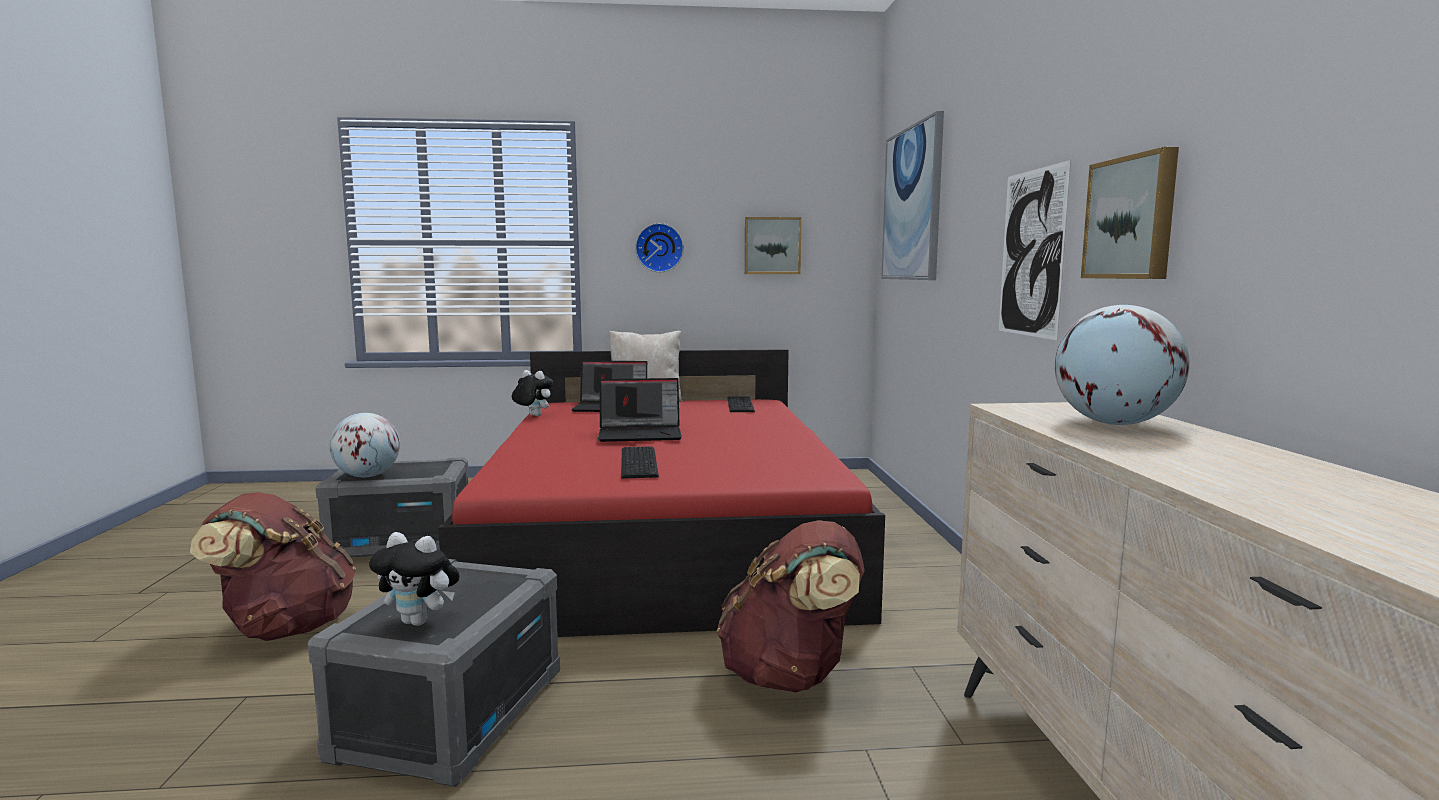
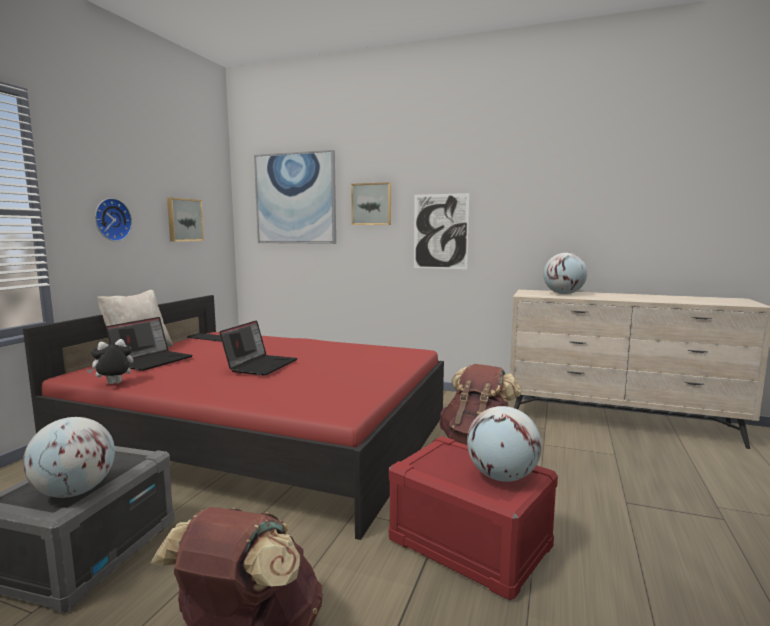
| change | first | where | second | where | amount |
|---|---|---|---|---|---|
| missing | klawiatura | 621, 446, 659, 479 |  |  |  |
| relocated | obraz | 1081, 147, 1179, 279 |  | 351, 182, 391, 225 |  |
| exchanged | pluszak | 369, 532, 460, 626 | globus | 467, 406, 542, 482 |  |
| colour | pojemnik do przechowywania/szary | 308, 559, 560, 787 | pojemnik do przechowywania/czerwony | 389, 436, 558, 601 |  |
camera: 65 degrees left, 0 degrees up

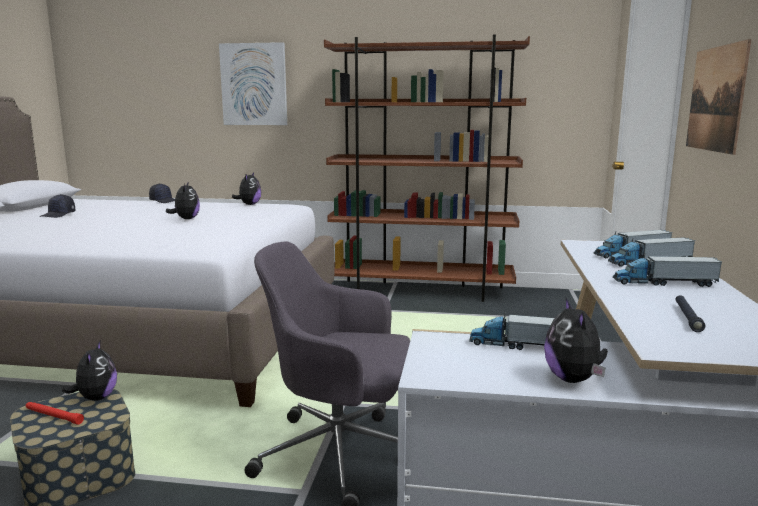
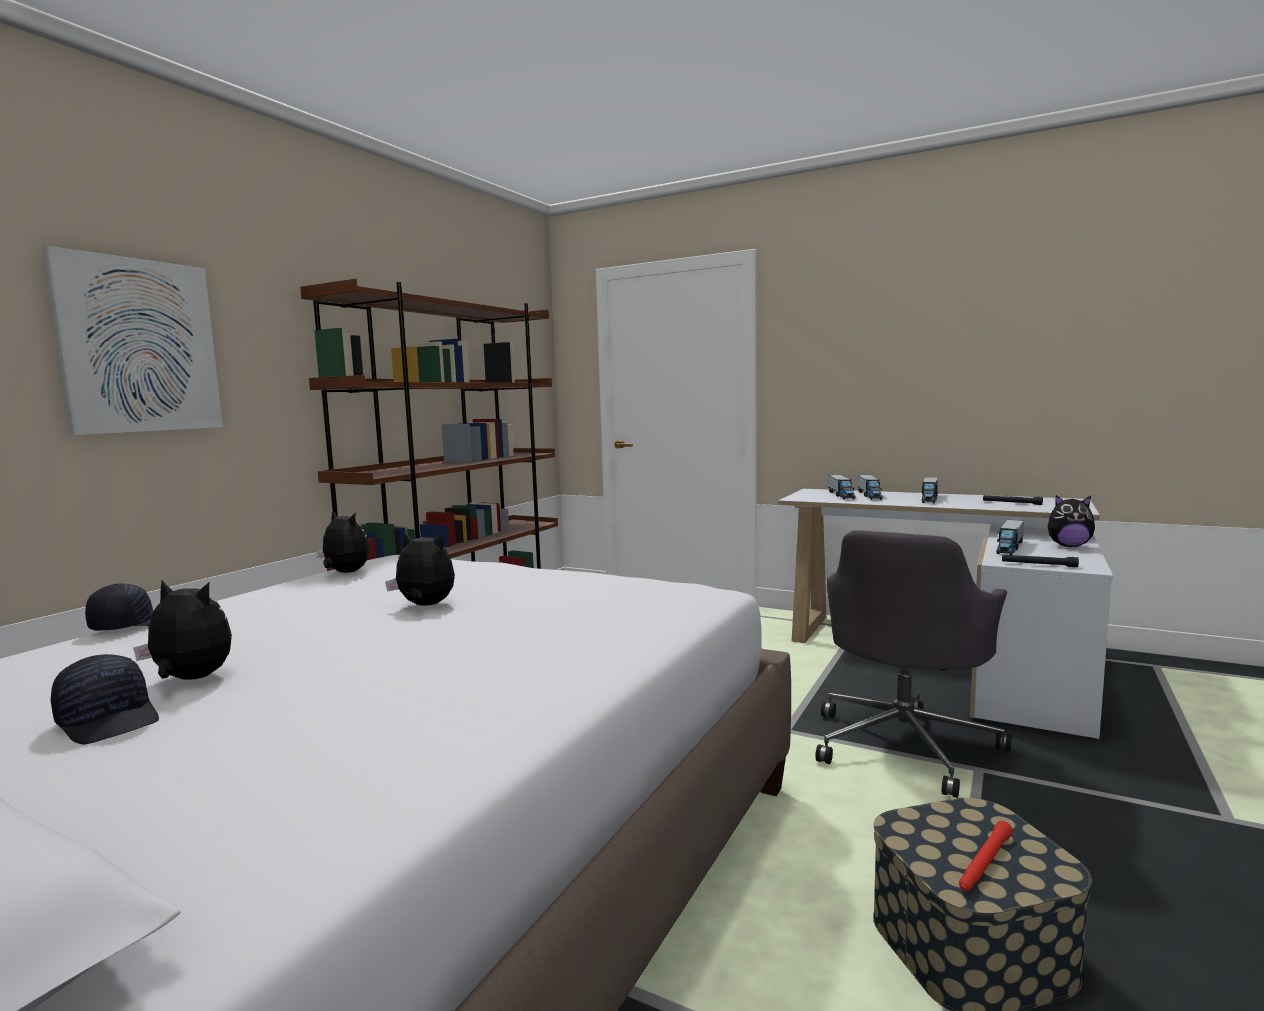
| change | first | where | second | where | amount |
|---|---|---|---|---|---|
| missing | obraz | 686, 39, 751, 155 |  |  |  |
| appeared |  |  | latarka/czarny | 1002, 555, 1079, 567 |  |
| relocated | pluszak | 62, 341, 117, 401 |  | 133, 580, 232, 680 |  |
camera: 70 degrees left, 5 degrees down

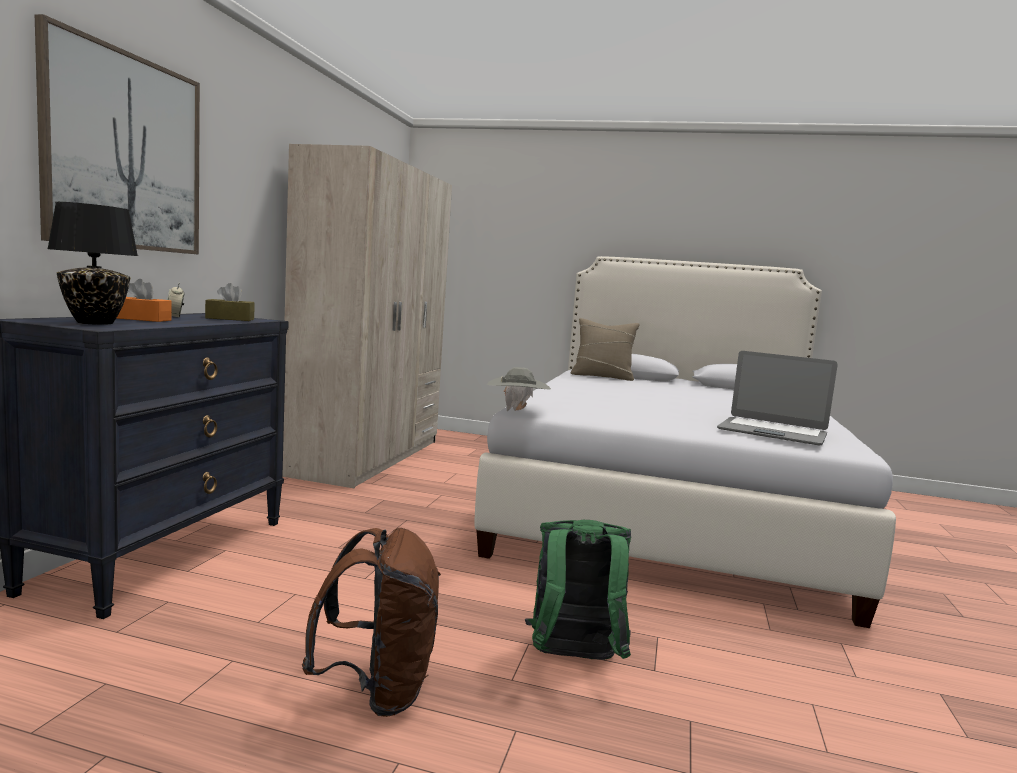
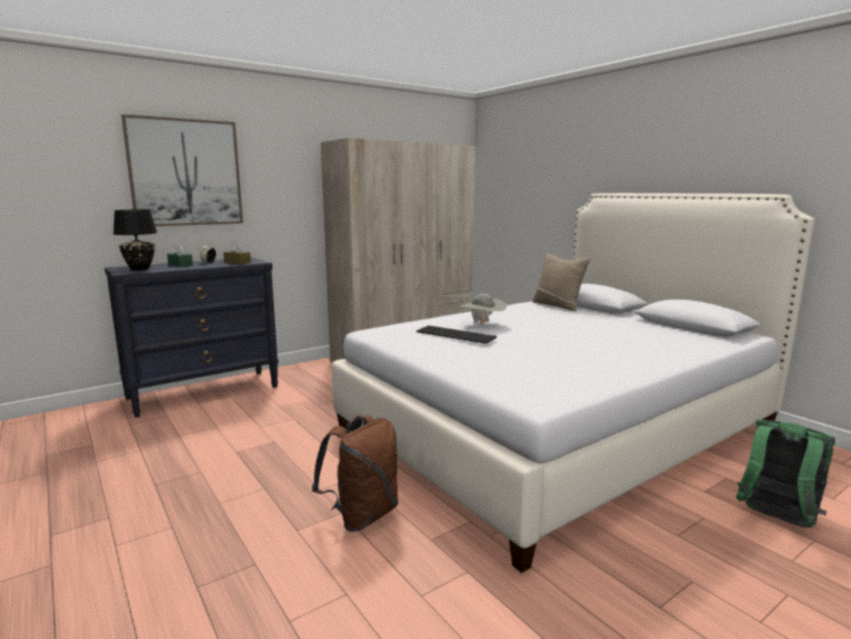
| change | first | where | second | where | amount |
|---|---|---|---|---|---|
| missing | laptop | 717, 351, 838, 445 |  |  |  |
| appeared |  |  | klawiatura | 416, 325, 497, 344 |  |
| relocated | plecak/brązowy | 302, 528, 441, 717 |  | 312, 415, 398, 532 |  |
| relocated | kapelusz/szary | 487, 367, 551, 412 |  | 460, 294, 507, 324 |  |
| relocated | plecak/zielony | 525, 520, 631, 660 |  | 736, 420, 835, 528 |  |
| colour | pudełko chusteczek/pomarańczowy | 116, 279, 171, 322 | pudełko chusteczek/zielony | 167, 243, 193, 267 |  |
camera: 40 degrees right, 5 degrees up

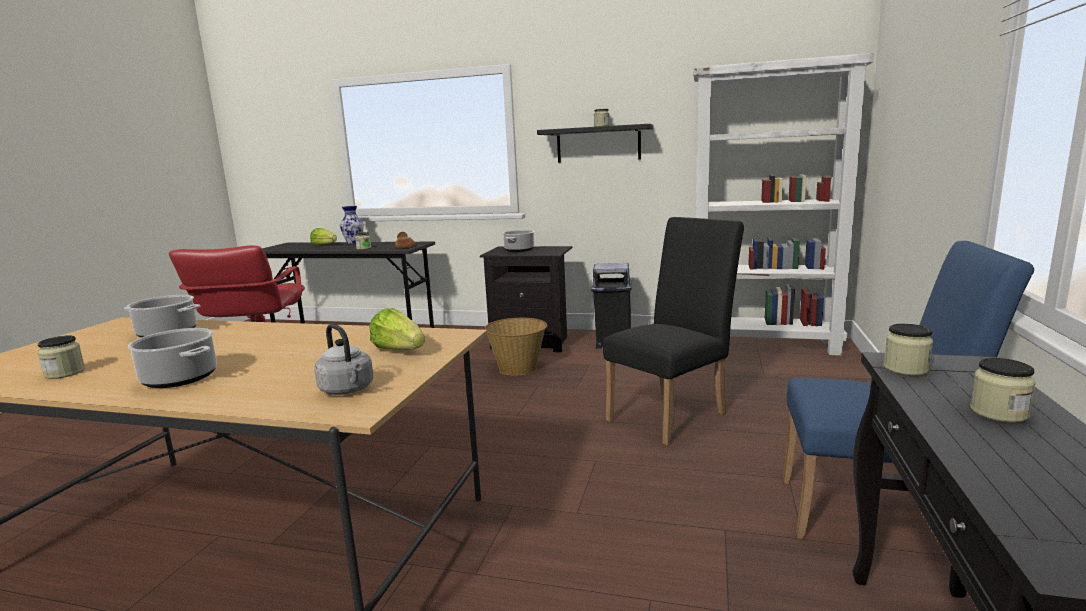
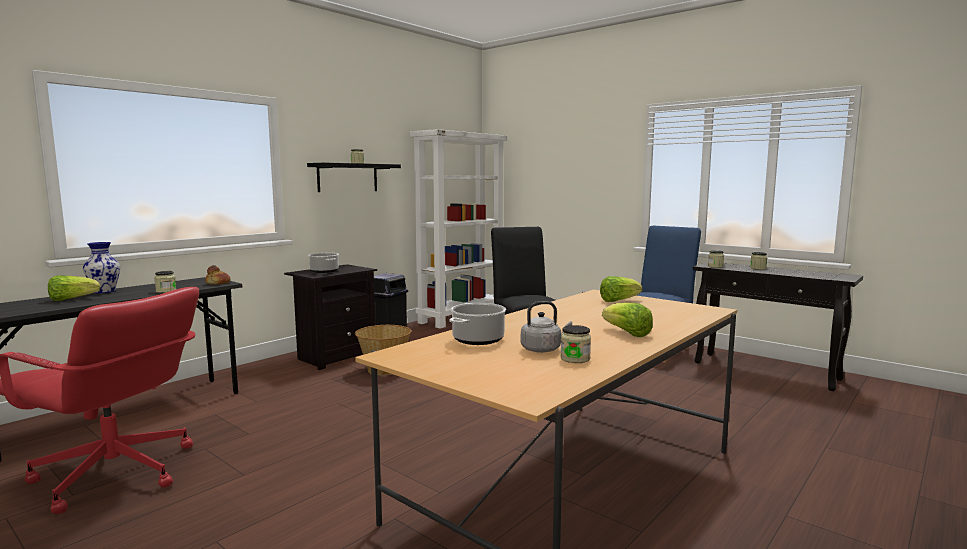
| change | first | where | second | where | amount |
|---|---|---|---|---|---|
| relocated | czajnik/szary | 314, 324, 373, 395 |  | 521, 301, 572, 353 |  |
| exchanged | garnek | 128, 328, 217, 388 | sałata | 602, 303, 653, 337 |  |
camera: 65 degrees left, 5 degrees down

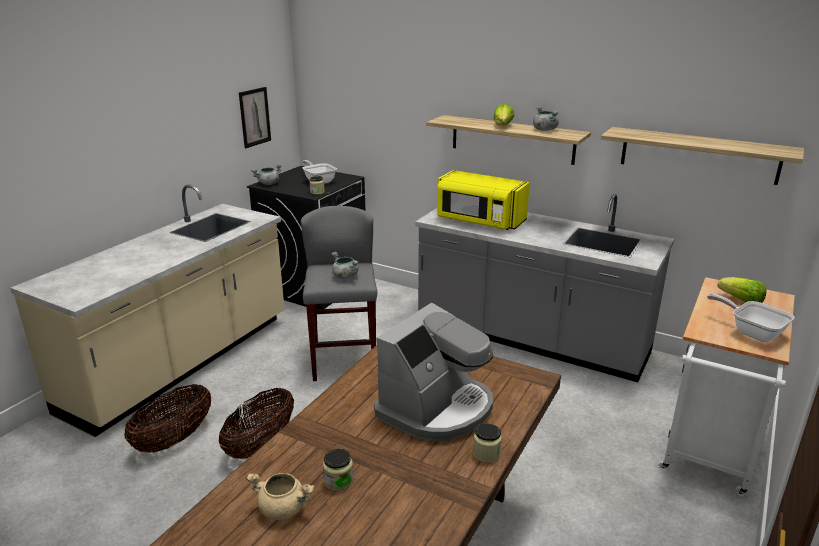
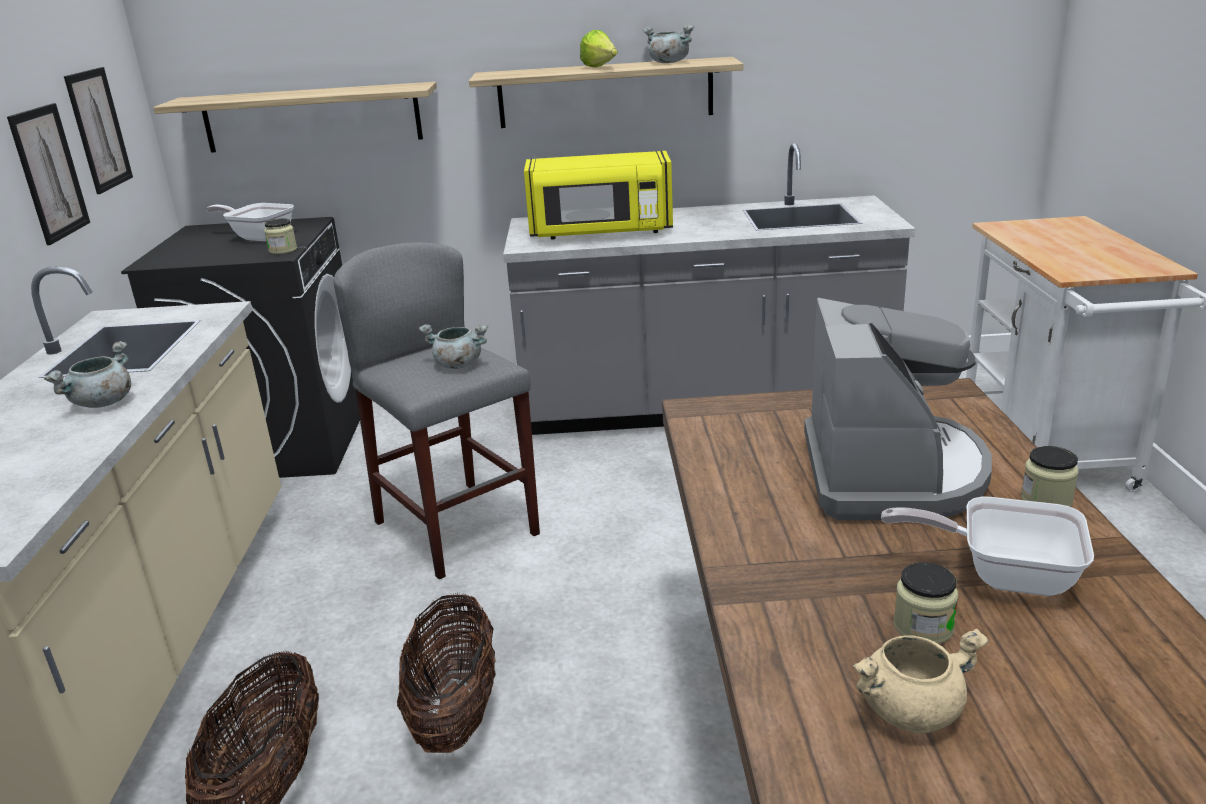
| change | first | where | second | where | amount |
|---|---|---|---|---|---|
| missing | sałata | 717, 277, 767, 303 |  |  |  |
| appeared |  |  | obraz | 7, 103, 90, 245 |  |
| relocated | garnek/szary | 251, 164, 282, 185 |  | 44, 341, 131, 408 |  |
| relocated | półka | 601, 127, 804, 185 |  | 153, 82, 437, 153 |  |
| relocated | patelnia | 707, 294, 795, 342 |  | 881, 496, 1094, 596 |  |
camera: 30 degrees left, 0 degrees up

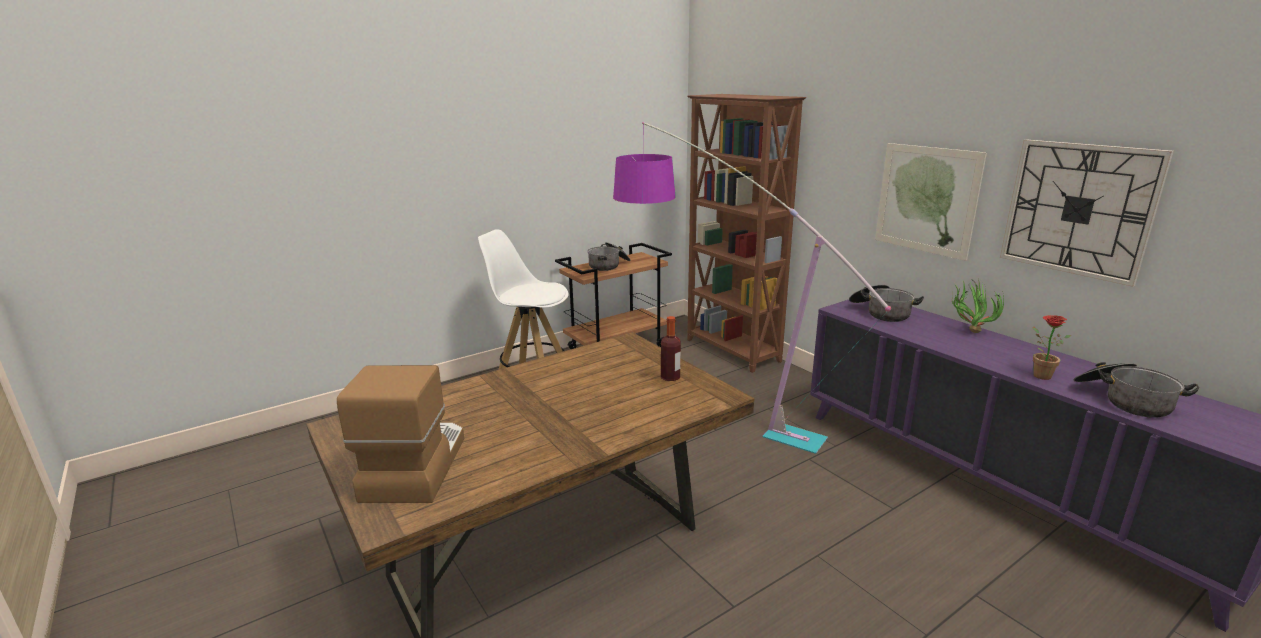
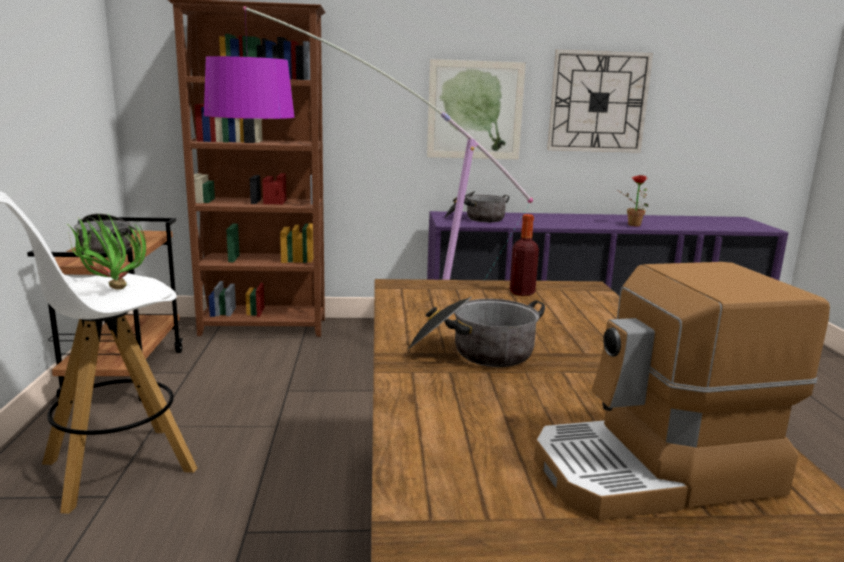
| change | first | where | second | where | amount |
|---|---|---|---|---|---|
| relocated | roślina doniczkowa | 952, 278, 1004, 333 |  | 67, 212, 146, 290 |  |
| relocated | garnek | 1073, 362, 1199, 418 |  | 408, 297, 545, 367 |  |
| spun | ekspres do kawy | 337, 365, 464, 503 |  | 534, 262, 830, 520 | 45 degrees counterclockwise |
camera: 60 degrees left, 5 degrees down

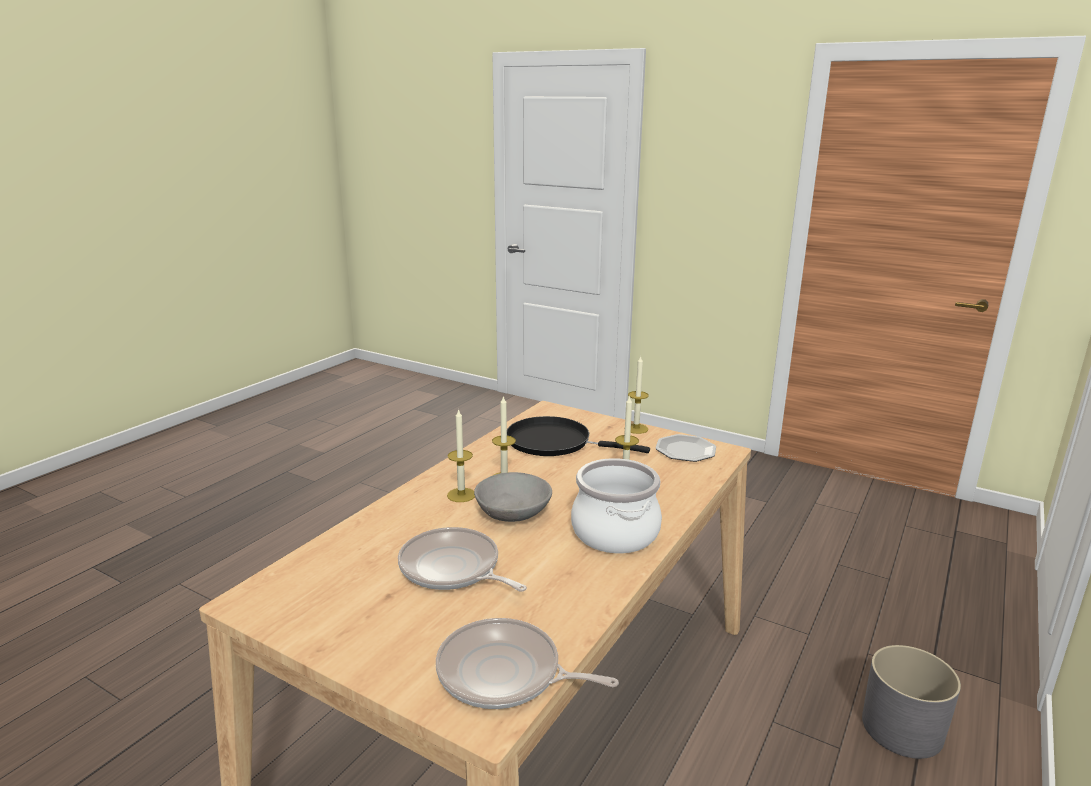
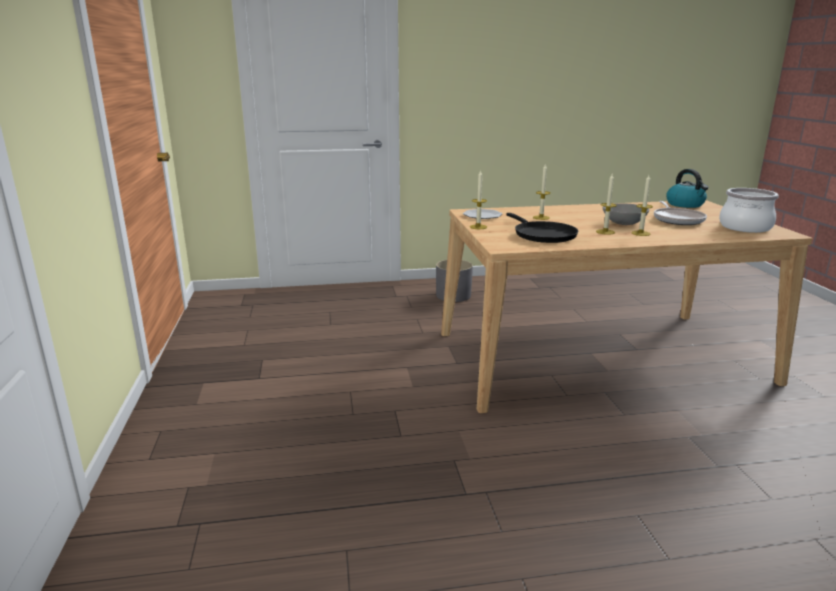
| change | first | where | second | where | amount |
|---|---|---|---|---|---|
| relocated | garnek | 571, 458, 662, 553 |  | 719, 188, 779, 233 |  |
| exchanged | patelnia | 436, 618, 619, 709 | czajnik | 666, 169, 708, 208 |  |
camera: 130 degrees left, 0 degrees up

